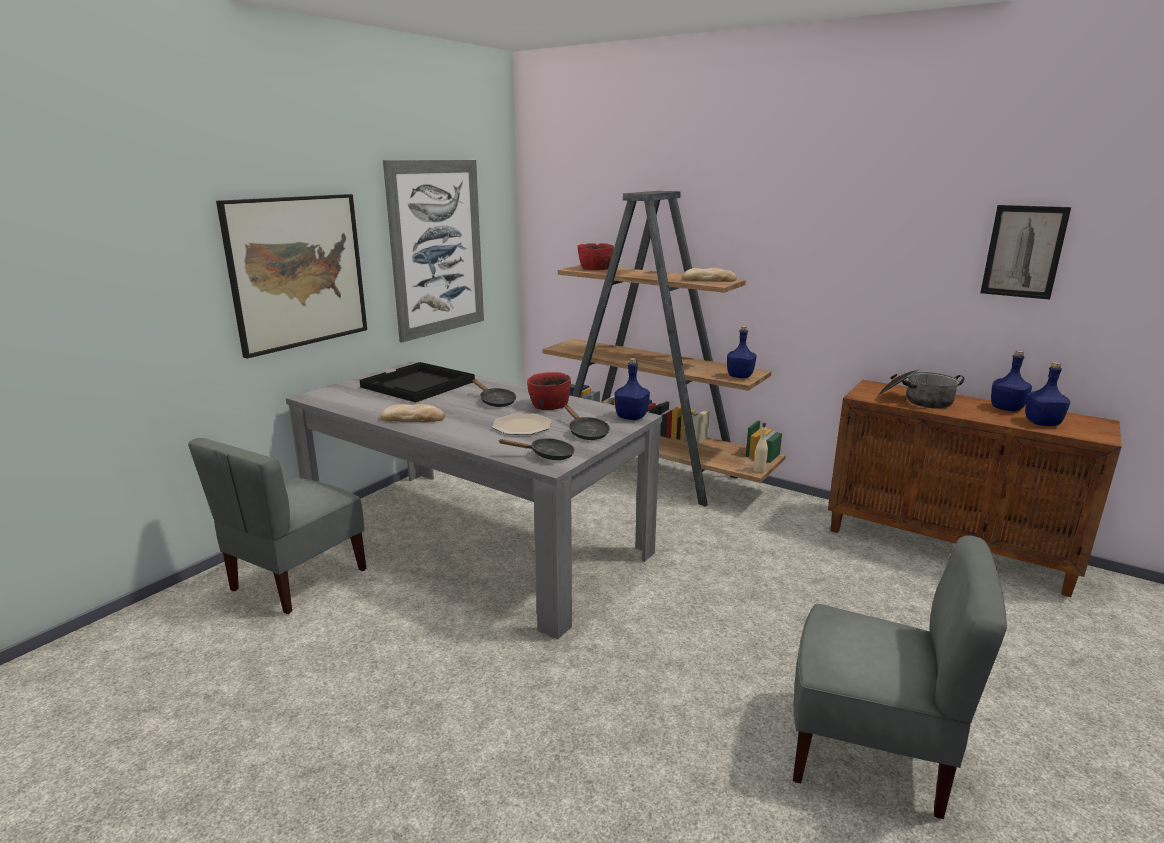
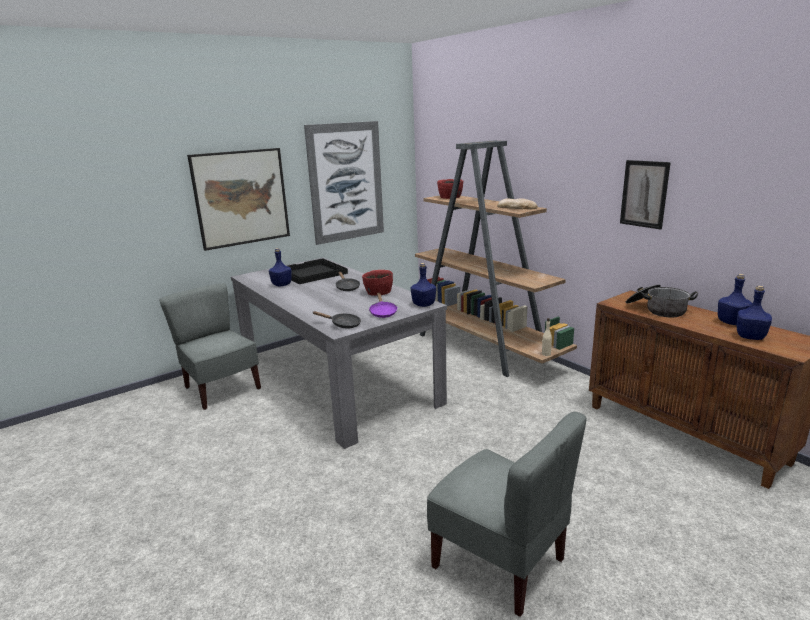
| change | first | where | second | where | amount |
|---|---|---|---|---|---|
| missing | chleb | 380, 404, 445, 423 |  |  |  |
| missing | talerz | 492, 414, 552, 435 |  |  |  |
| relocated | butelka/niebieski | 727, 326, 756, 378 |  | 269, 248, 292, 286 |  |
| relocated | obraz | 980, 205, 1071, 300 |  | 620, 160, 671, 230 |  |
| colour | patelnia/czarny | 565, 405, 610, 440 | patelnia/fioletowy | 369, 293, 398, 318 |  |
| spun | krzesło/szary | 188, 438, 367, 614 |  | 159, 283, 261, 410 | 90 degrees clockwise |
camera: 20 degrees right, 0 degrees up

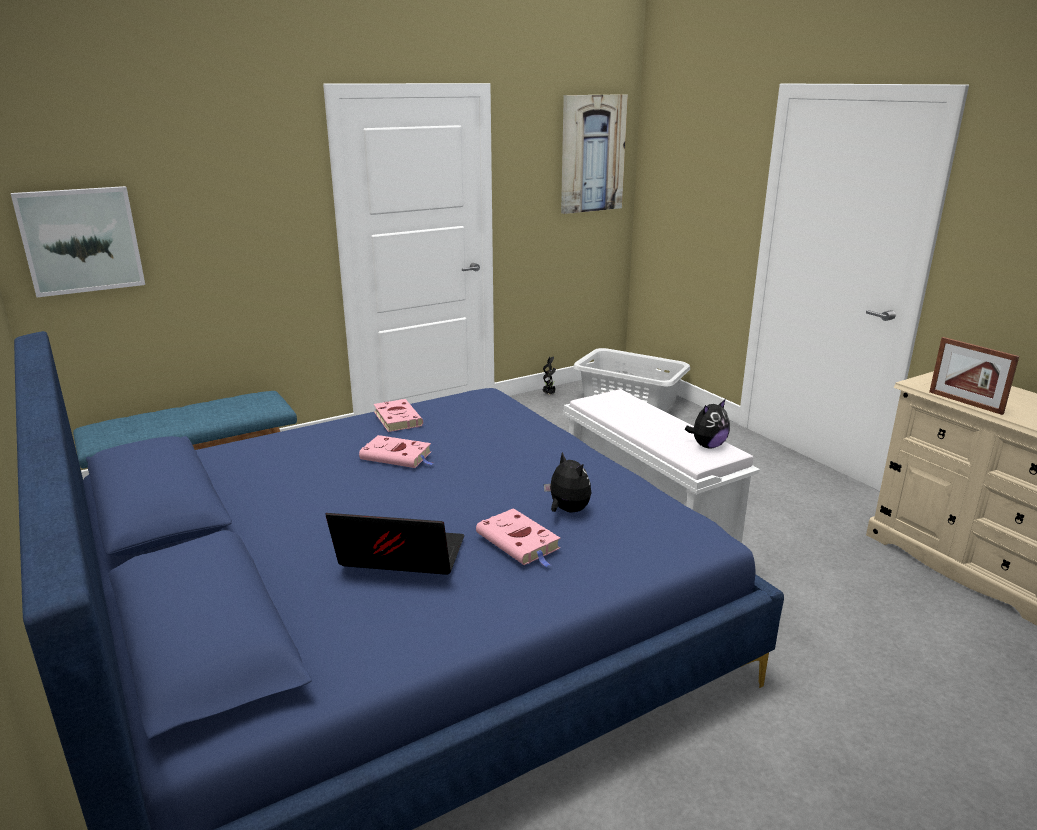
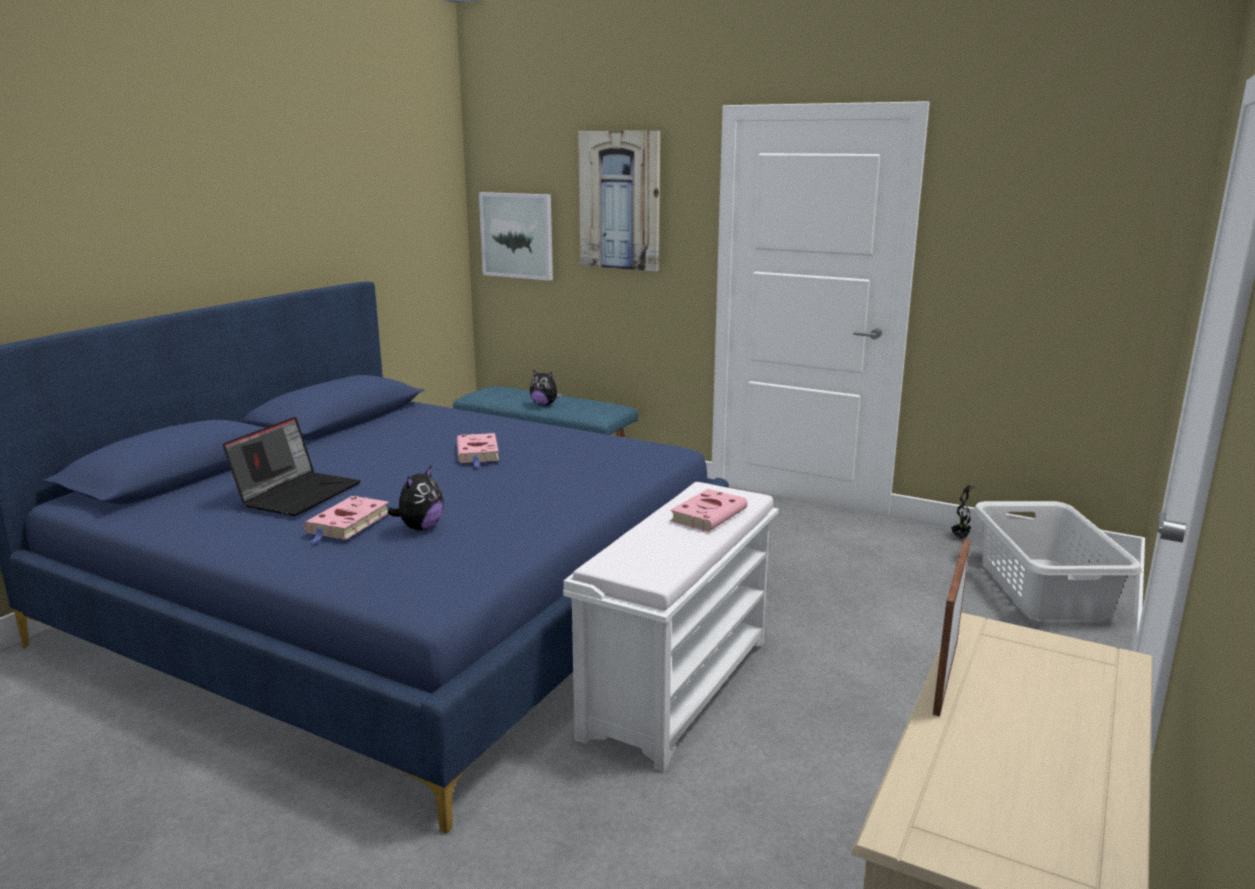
| change | first | where | second | where | amount |
|---|---|---|---|---|---|
| relocated | książka/różowy | 373, 399, 423, 432 |  | 670, 489, 748, 532 |  |
| relocated | obraz | 561, 94, 628, 214 |  | 578, 131, 660, 271 |  |
| relocated | pluszak | 685, 399, 730, 449 |  | 530, 370, 562, 406 |  |
| spun | laptop | 325, 513, 464, 575 |  | 223, 417, 361, 516 | 45 degrees clockwise |
camera: 60 degrees right, 5 degrees down

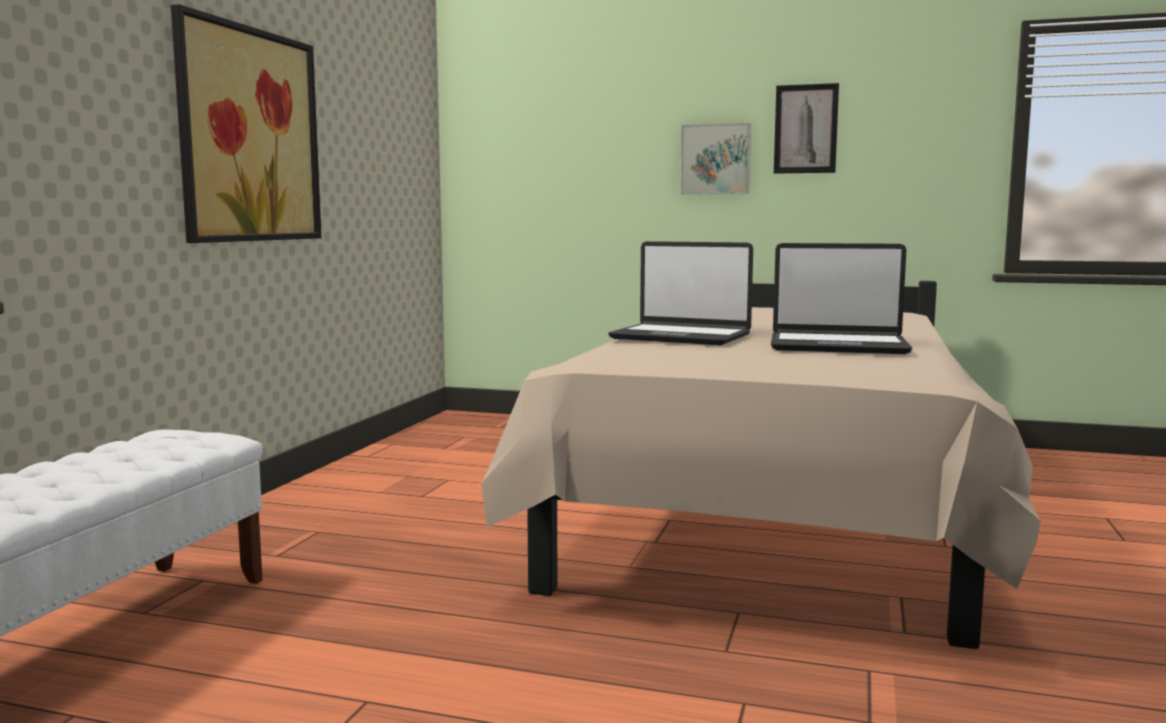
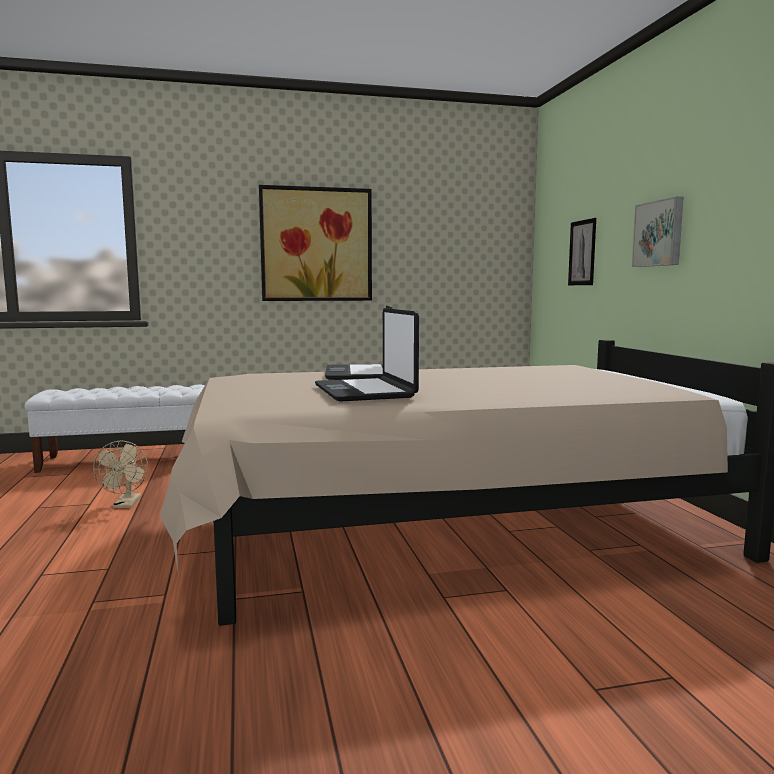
| change | first | where | second | where | amount |
|---|---|---|---|---|---|
| appeared |  |  | wentylator/beżowy | 93, 441, 148, 508 |  |
| relocated | obraz | 774, 83, 839, 174 |  | 568, 218, 596, 285 |  |
camera: 60 degrees right, 0 degrees up

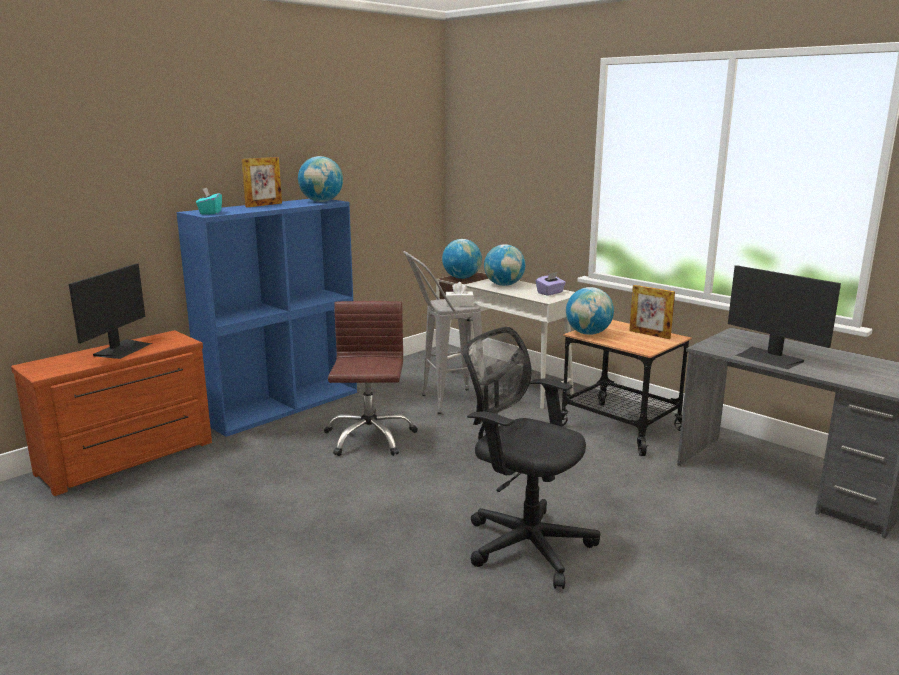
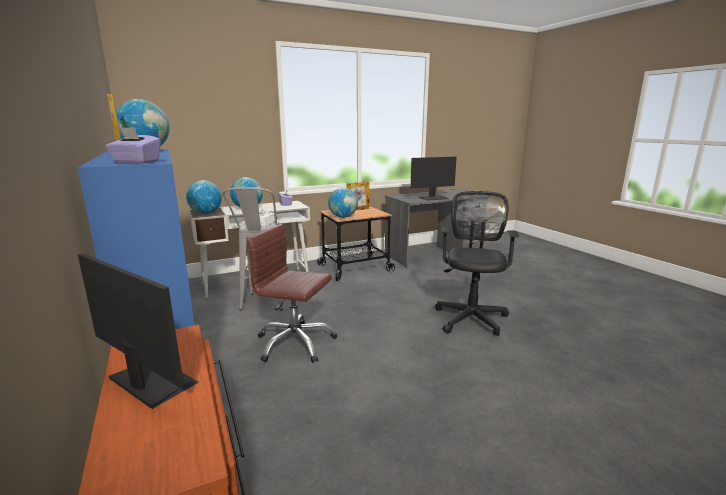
| change | first | where | second | where | amount |
|---|---|---|---|---|---|
| colour | pudełko chusteczek/turkusowy | 196, 187, 222, 214 | pudełko chusteczek/fioletowy | 106, 127, 161, 164 |  |
| spun | krzesło biurowe/czarny | 463, 327, 600, 589 |  | 435, 191, 519, 336 | 135 degrees clockwise |
camera: 70 degrees left, 0 degrees up

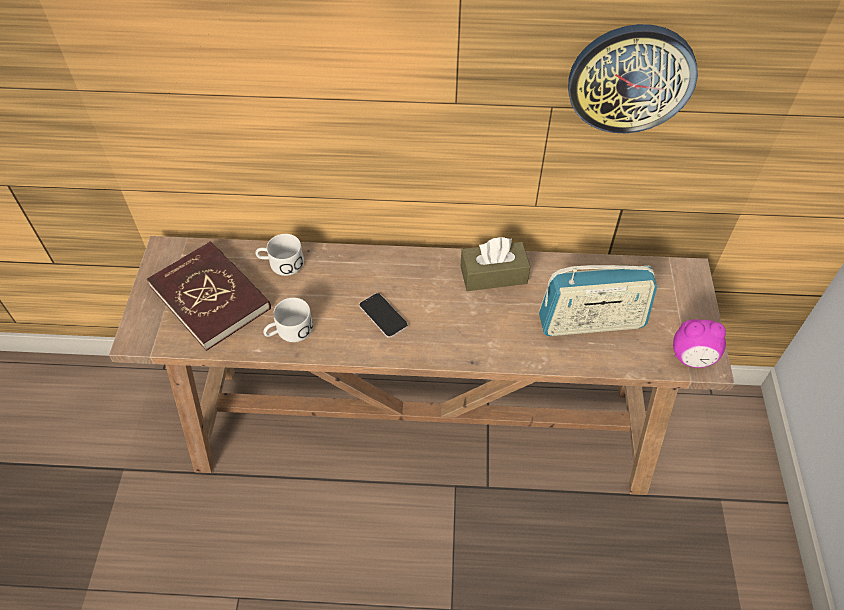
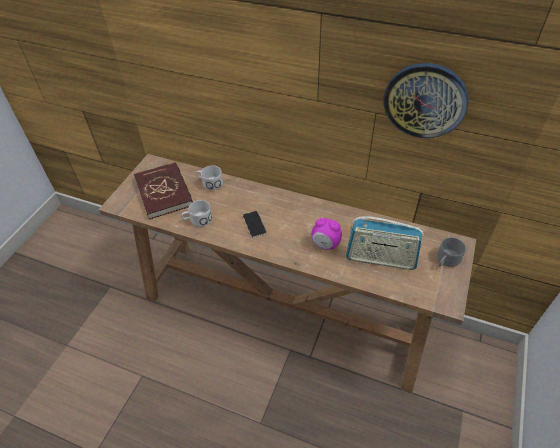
| change | first | where | second | where | amount |
|---|---|---|---|---|---|
| missing | pudełko chusteczek/brązowy | 461, 237, 530, 291 |  |  |  |
| appeared |  |  | kubek/szary | 437, 237, 466, 267 |  |
| relocated | budzik | 673, 319, 726, 368 |  | 311, 218, 342, 250 |  |
camera: 20 degrees right, 5 degrees down

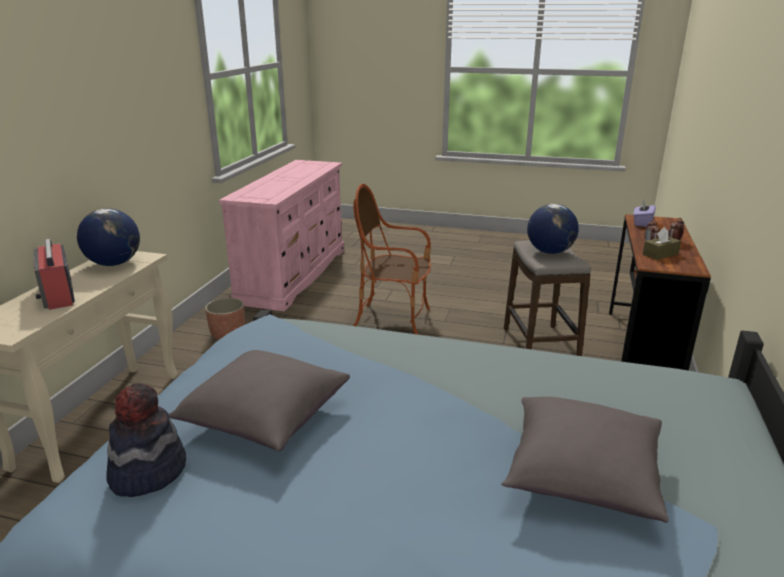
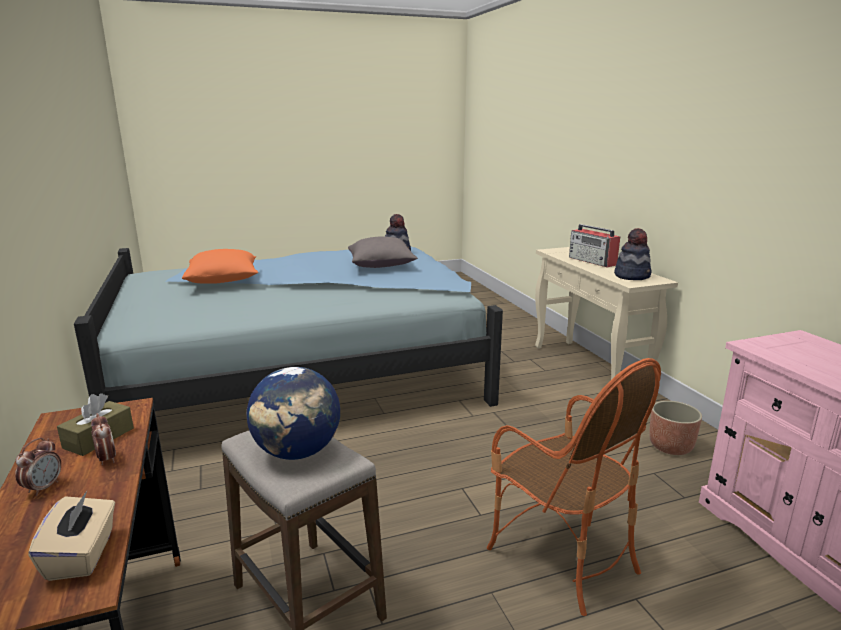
| change | first | where | second | where | amount |
|---|---|---|---|---|---|
| exchanged | globus | 77, 209, 140, 266 | kapelusz | 614, 228, 651, 280 |  |
| colour | poduszka/szary | 502, 397, 668, 523 | poduszka/pomarańczowy | 182, 249, 258, 284 |  |
| colour | pudełko chusteczek/fioletowy | 633, 200, 656, 227 | pudełko chusteczek/beżowy | 28, 491, 115, 581 |  |
| spun | radio | 33, 239, 75, 310 |  | 569, 224, 620, 267 | 150 degrees counterclockwise |
| spun | fotel | 353, 184, 431, 335 |  | 487, 358, 661, 616 | 75 degrees clockwise |
camera: 145 degrees right, 5 degrees down

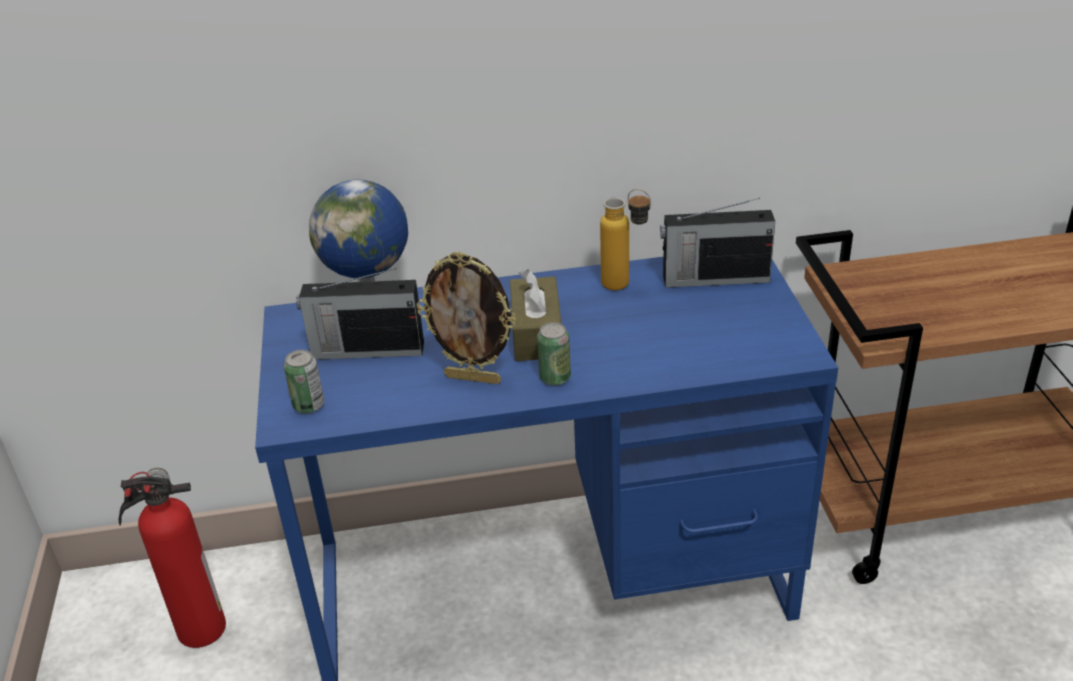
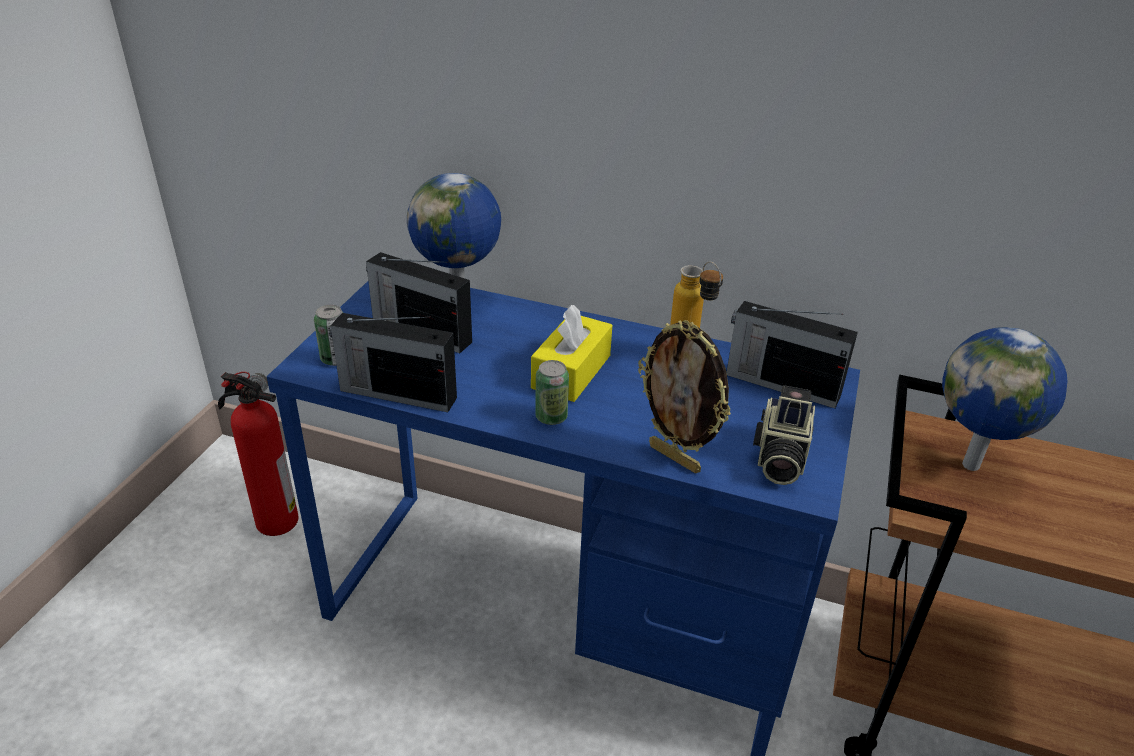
| change | first | where | second | where | amount |
|---|---|---|---|---|---|
| appeared |  |  | radio | 329, 313, 457, 412 |  |
| appeared |  |  | aparat fotograficzny | 753, 385, 815, 485 |  |
| appeared |  |  | globus | 942, 327, 1068, 471 |  |
| relocated | ramka na zdjęcie | 416, 252, 516, 384 |  | 638, 320, 731, 473 |  |
| colour | pudełko chusteczek/brązowy | 510, 269, 561, 361 | pudełko chusteczek/żółty | 531, 305, 612, 402 |  |
camera: 25 degrees right, 0 degrees up

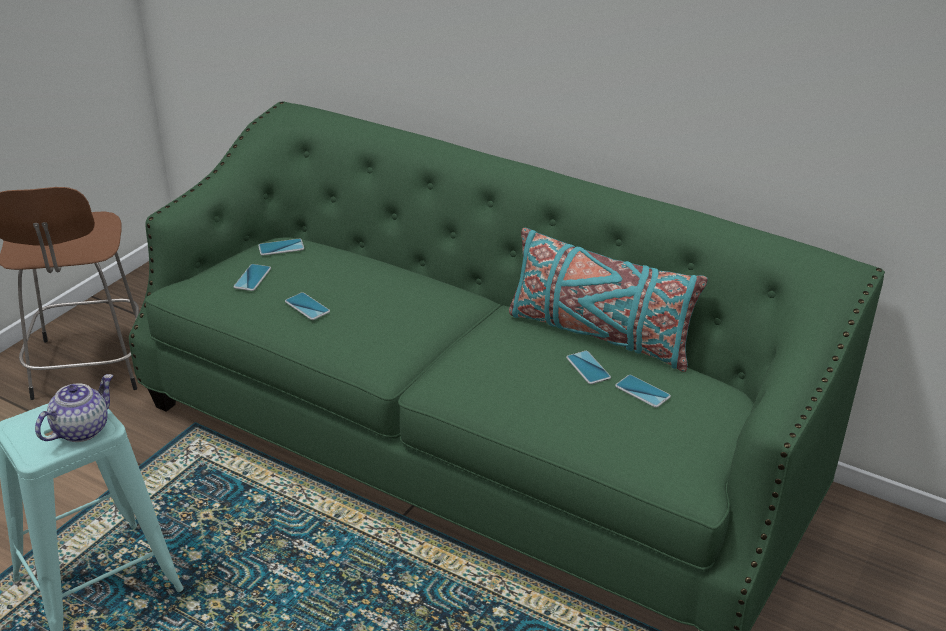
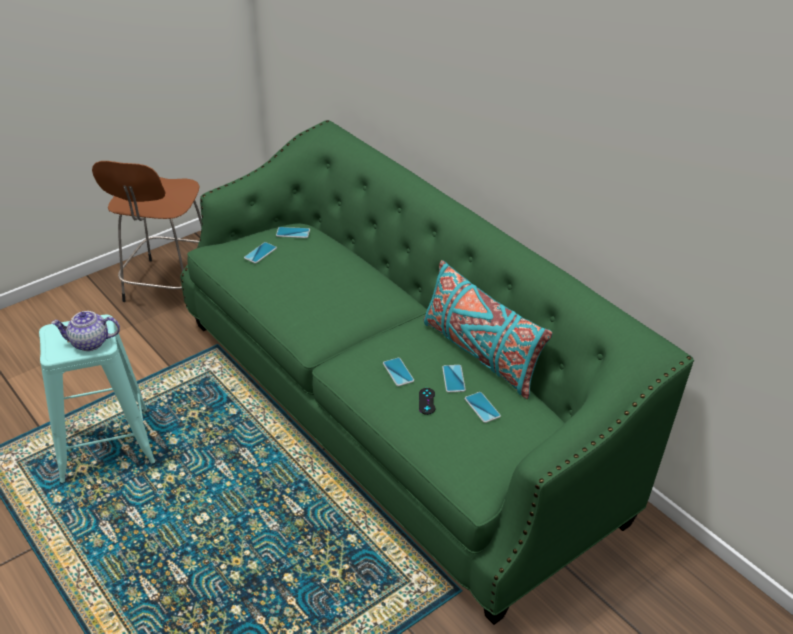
| change | first | where | second | where | amount |
|---|---|---|---|---|---|
| appeared |  |  | pad do gier/czarny | 419, 388, 435, 415 |  |
| relocated | telefon | 285, 292, 330, 320 |  | 383, 358, 414, 386 |  |
| spun | imbryk | 35, 374, 113, 442 |  | 51, 311, 120, 351 | 150 degrees counterclockwise |
camera: 20 degrees right, 5 degrees up

